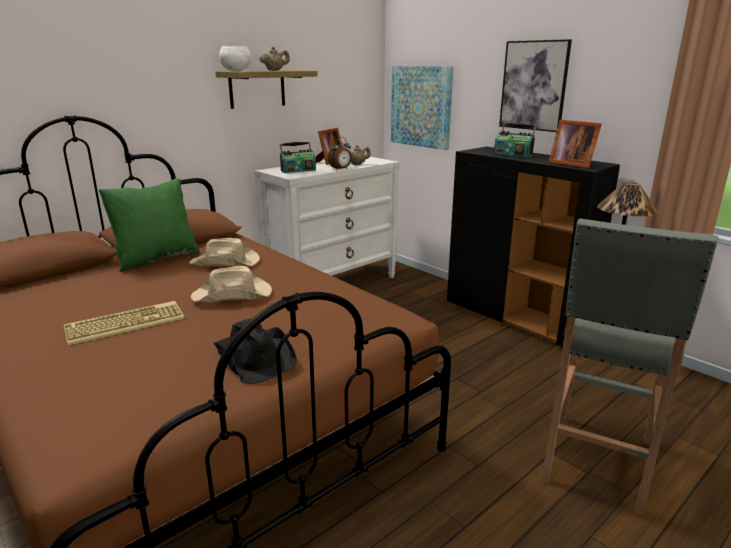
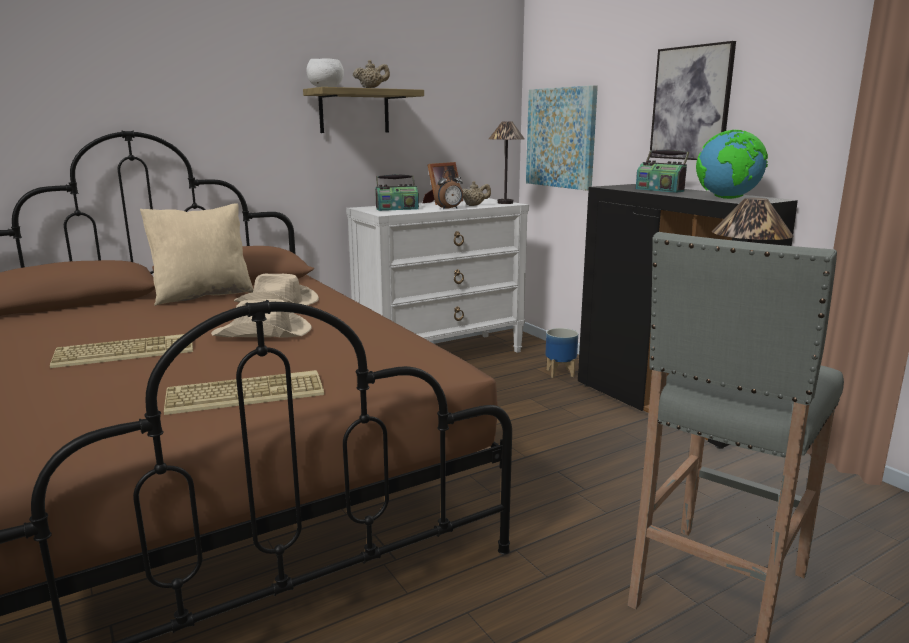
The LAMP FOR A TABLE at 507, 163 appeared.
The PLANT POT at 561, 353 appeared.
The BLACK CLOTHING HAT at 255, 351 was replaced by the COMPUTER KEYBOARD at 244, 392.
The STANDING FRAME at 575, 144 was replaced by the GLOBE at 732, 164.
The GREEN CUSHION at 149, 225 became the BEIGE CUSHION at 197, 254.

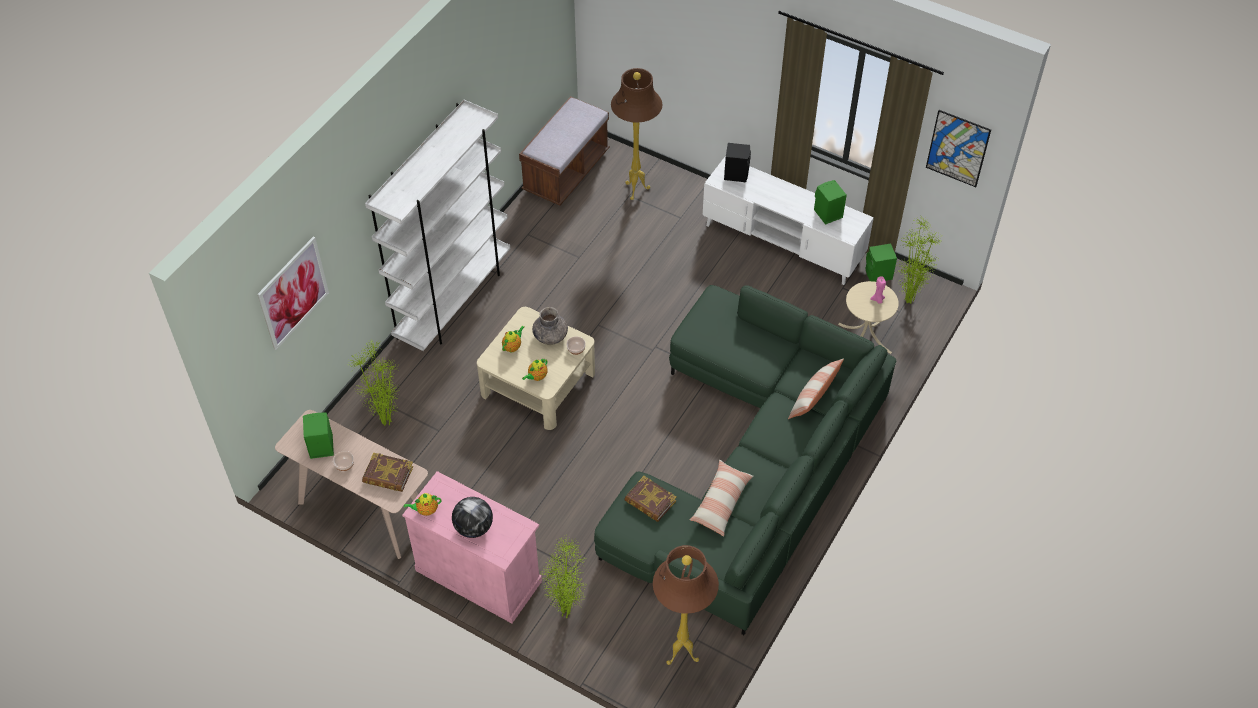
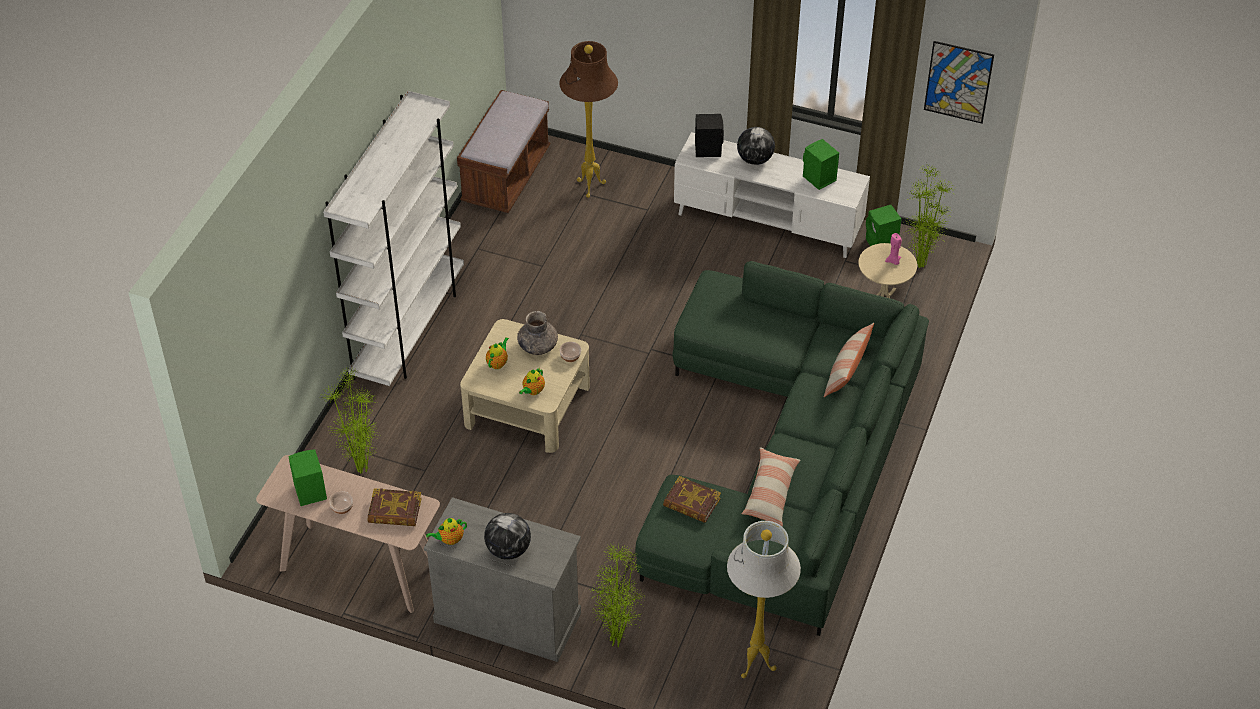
The WALL PICTURE at 293, 293 disappeared.
The GLOBE at 756, 146 appeared.
The PINKISH STORAGE CABINET at 472, 547 became the GREYISH STORAGE CABINET at 502, 579.
The BROWNISH STANDARD LAMP at 686, 605 became the WHITE-COLOURED STANDARD LAMP at 764, 599.

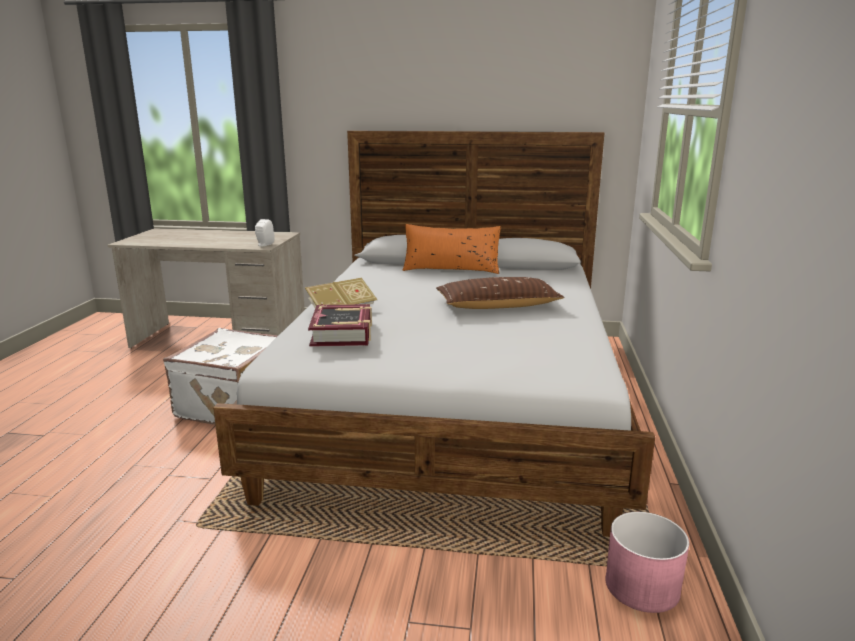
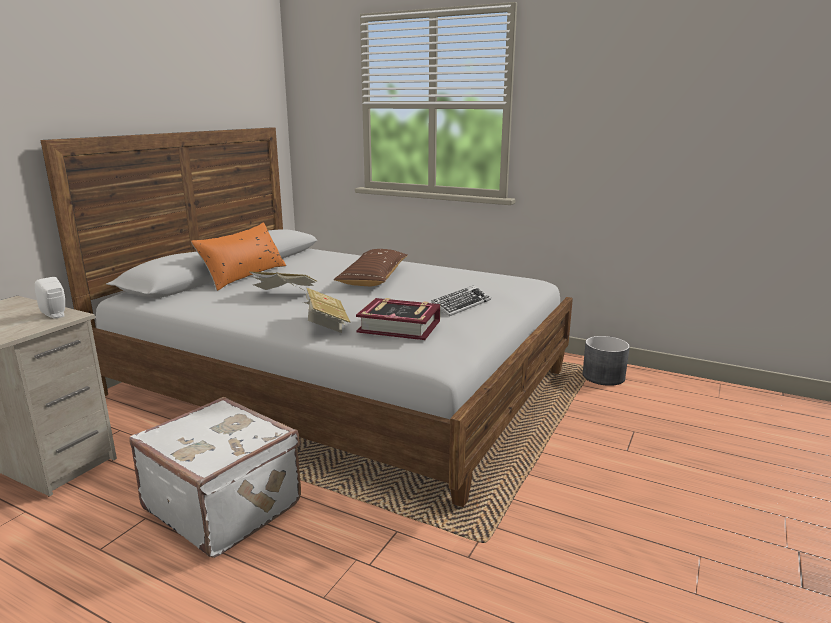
The VOLUME at 283, 281 appeared.
The COMPUTER KEYBOARD at 461, 300 appeared.
The PINKISH PLANT POT at 647, 562 became the GREYISH PLANT POT at 606, 361.

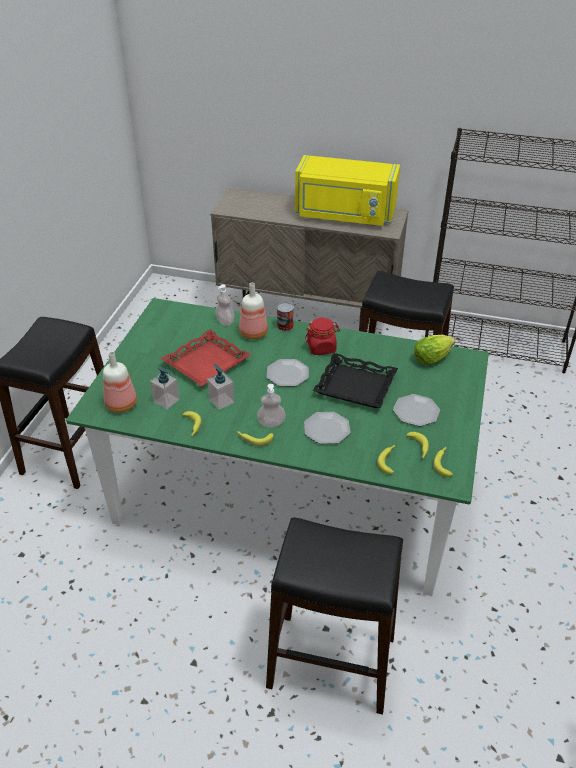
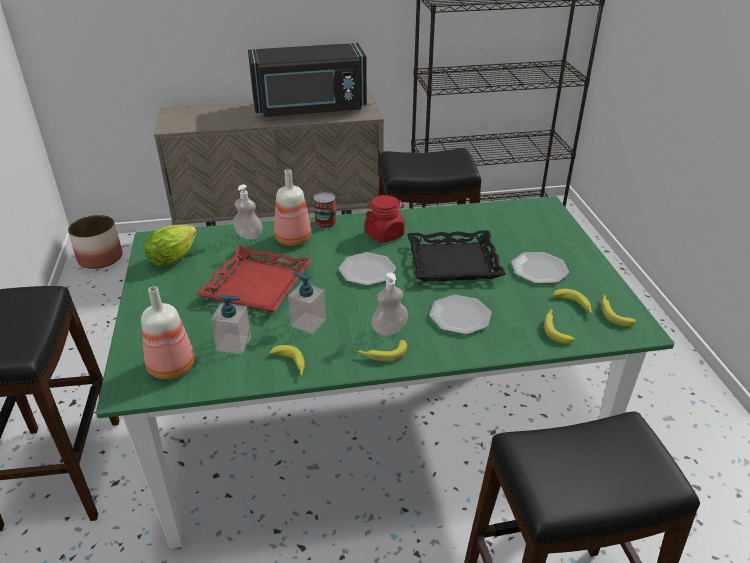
The PLANT POT at 95, 242 appeared.
The HEAD OF LETTUCE moved from 434, 350 to 170, 245.
The YELLOW MICROWAVE OVEN at 347, 190 became the BLACK MICROWAVE OVEN at 307, 80.

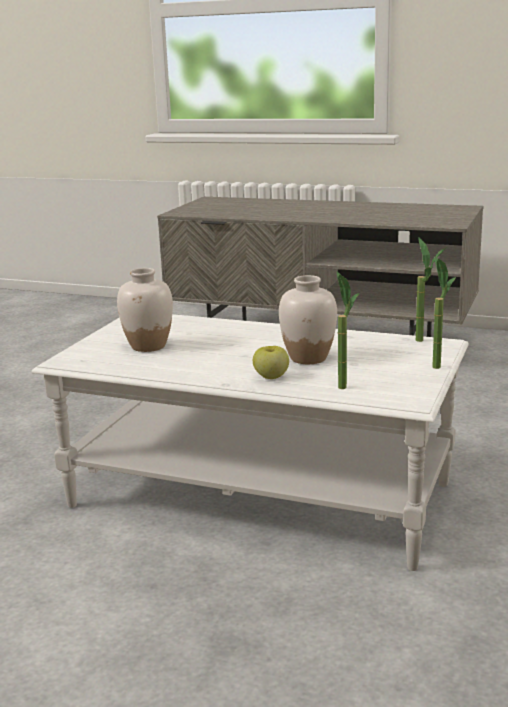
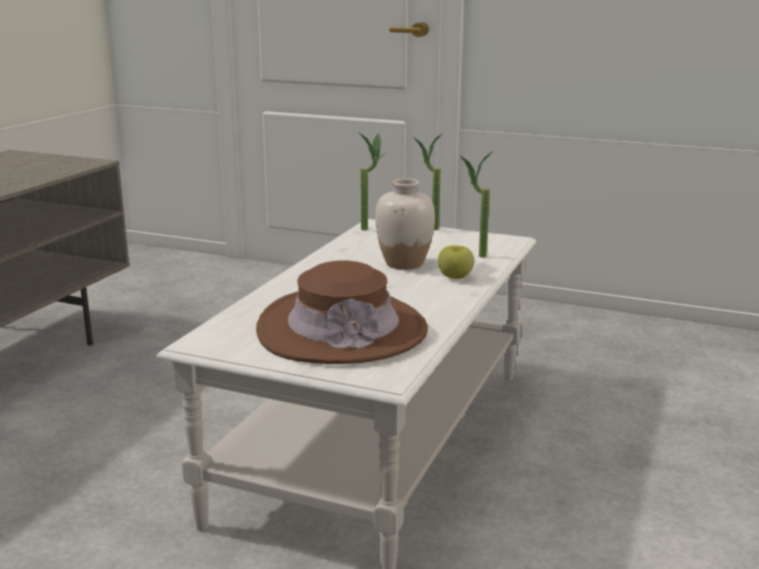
The WHITE-COLOURED FLOWER VASE at 145, 310 was replaced by the BROWNISH CLOTHING HAT at 342, 312.

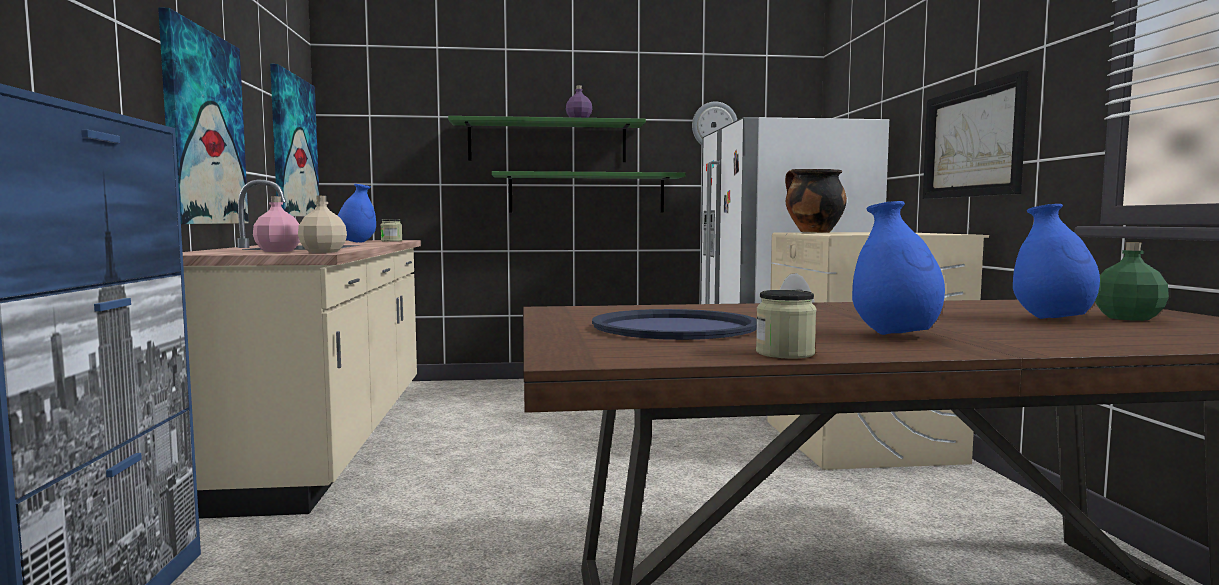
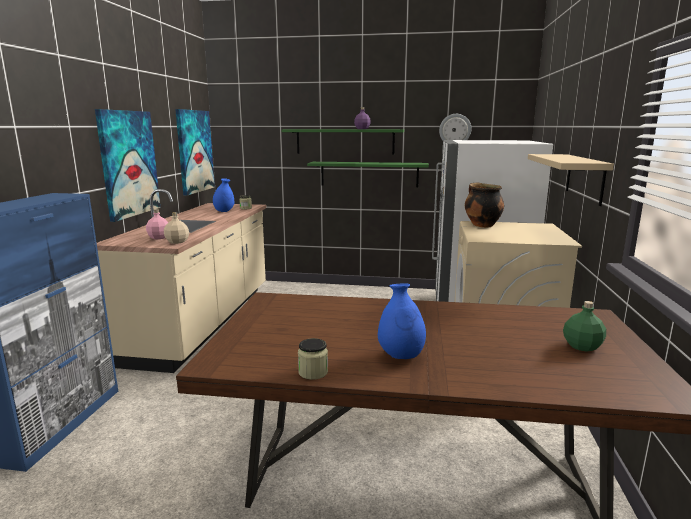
The BLUISH CARRYING TRAY at 674, 324 disappeared.
The BLUISH FLOWER VASE at 1056, 261 disappeared.
The WALL PICTURE at 975, 135 was replaced by the BEIGE BRACKET SHELF at 571, 180.

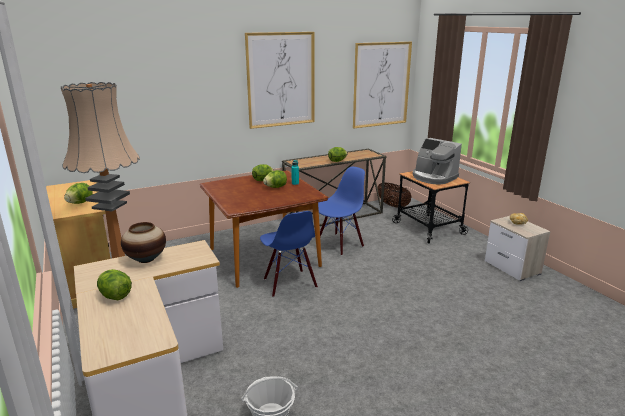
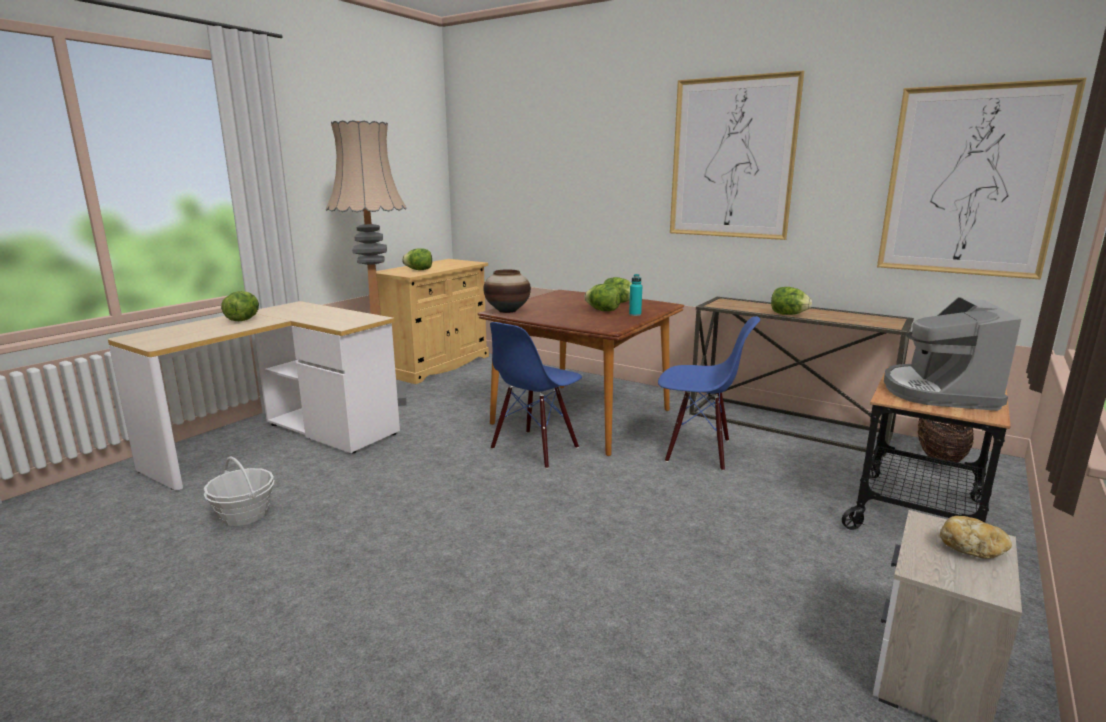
The FLOWER VASE moved from 143, 242 to 507, 291.

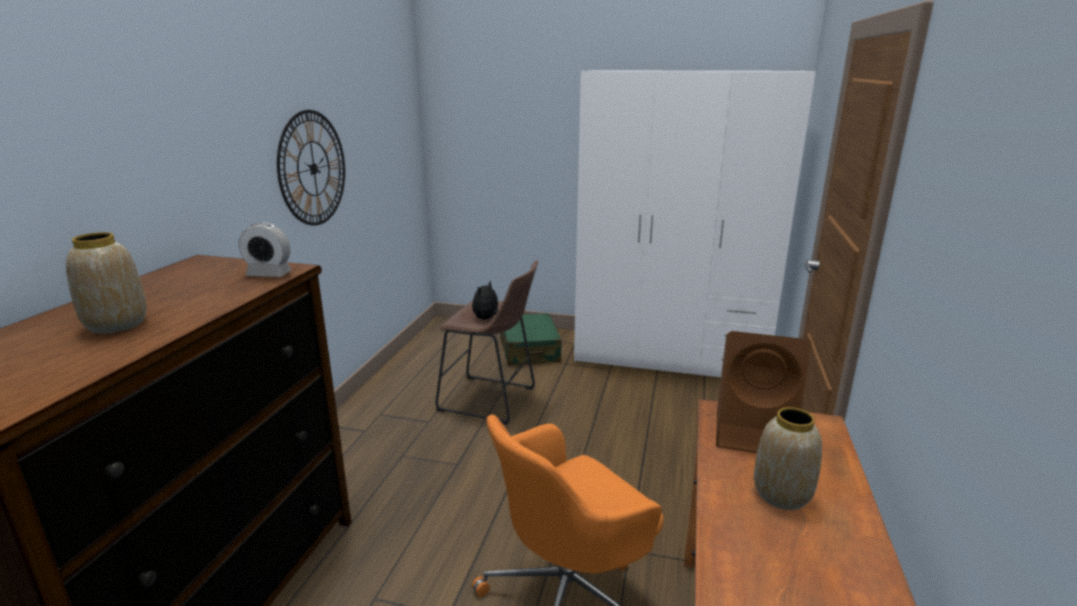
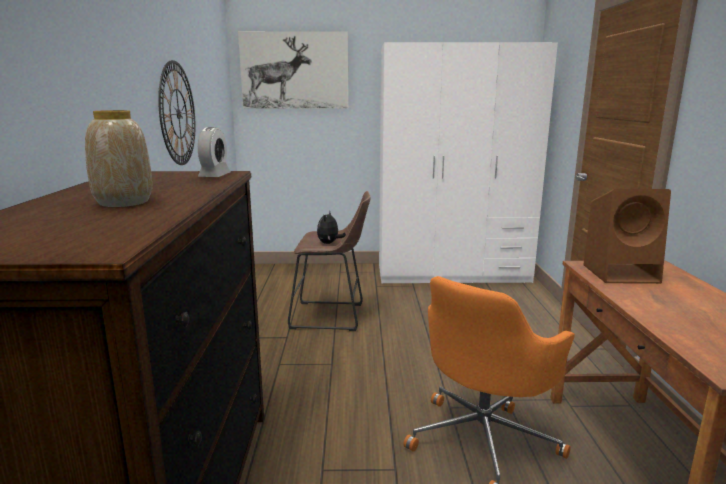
The GREEN PIECE OF LUGGAGE at 531, 339 disappeared.
The FLOWER VASE at 788, 458 disappeared.
The WALL PICTURE at 293, 70 appeared.
The ALARM CLOCK at 265, 250 turned 75 degrees counterclockwise.

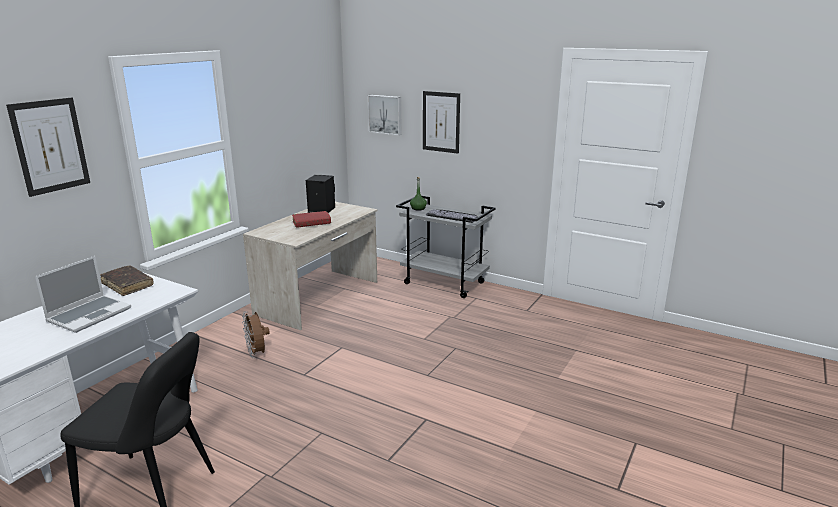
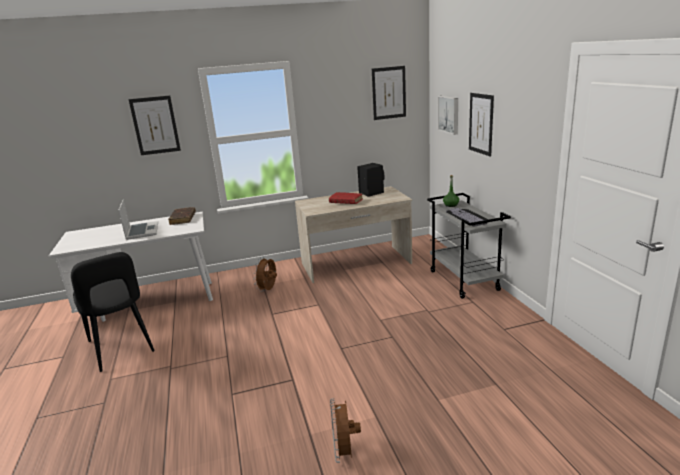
The BROWNISH ELECTRIC FAN at 345, 430 appeared.
The WALL PICTURE at 389, 93 appeared.
The PORTABLE COMPUTER at 83, 294 turned 90 degrees counterclockwise.

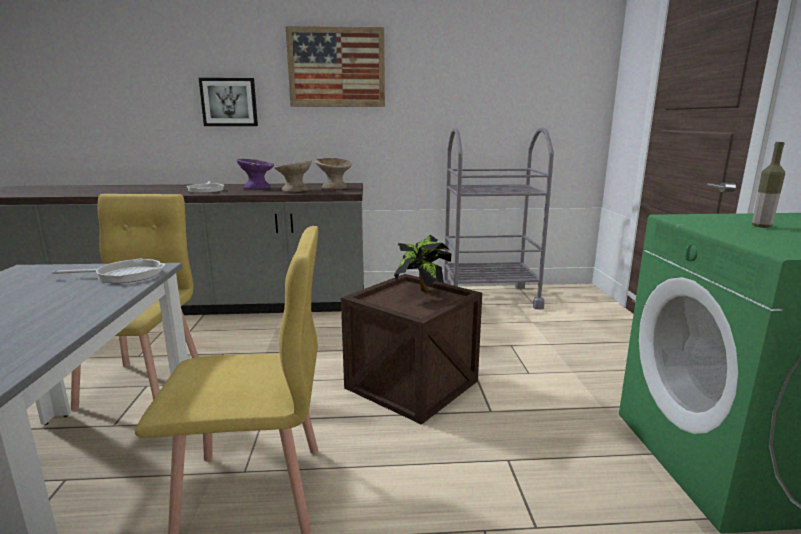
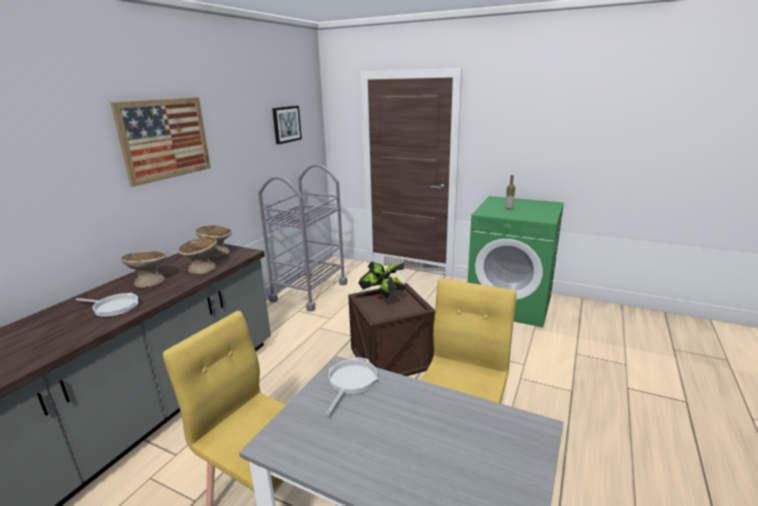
The WALL PICTURE moved from 228, 102 to 287, 125.
The PURPLE DEEP DISH at 255, 174 became the BEIGE DEEP DISH at 143, 269.

